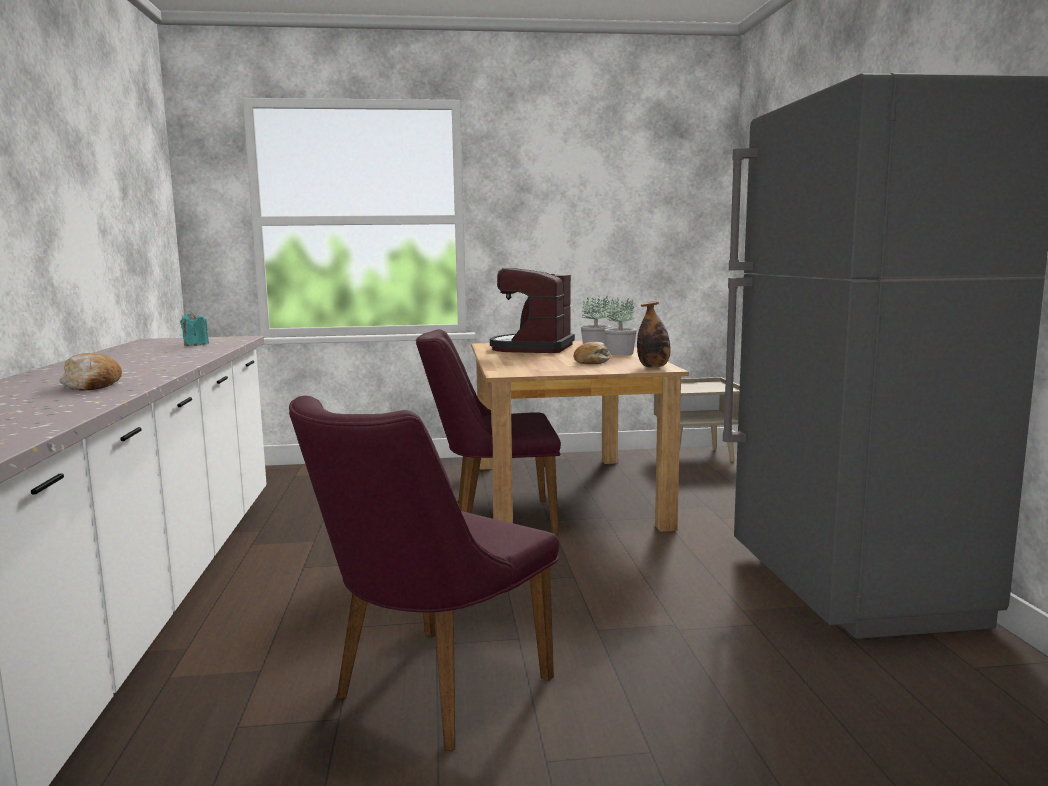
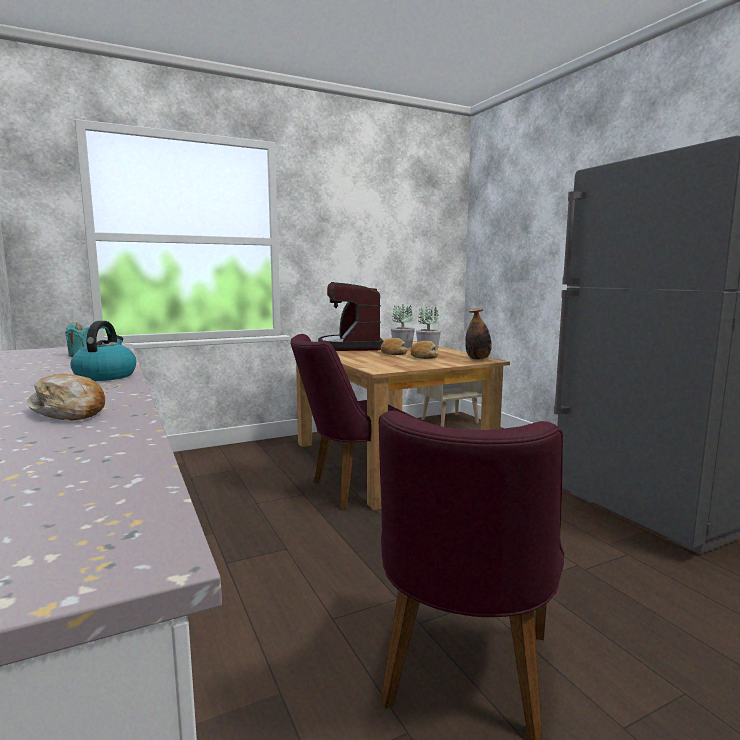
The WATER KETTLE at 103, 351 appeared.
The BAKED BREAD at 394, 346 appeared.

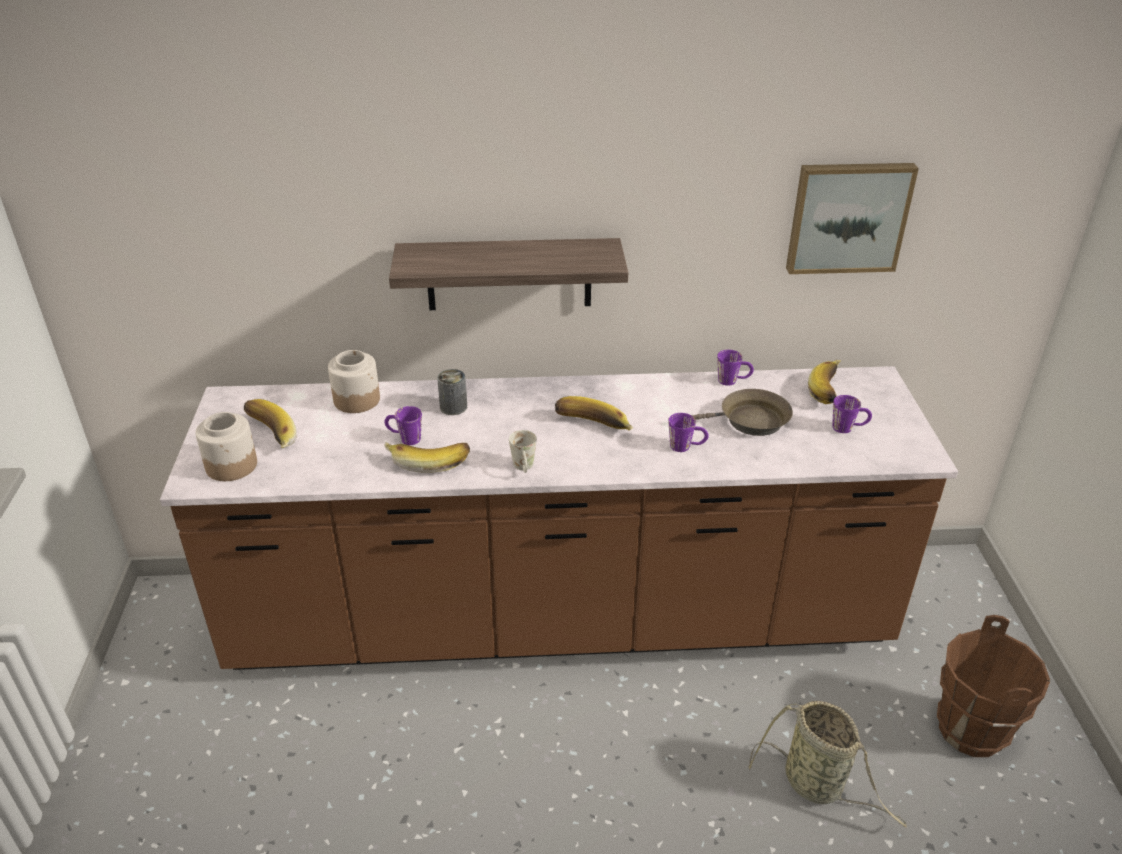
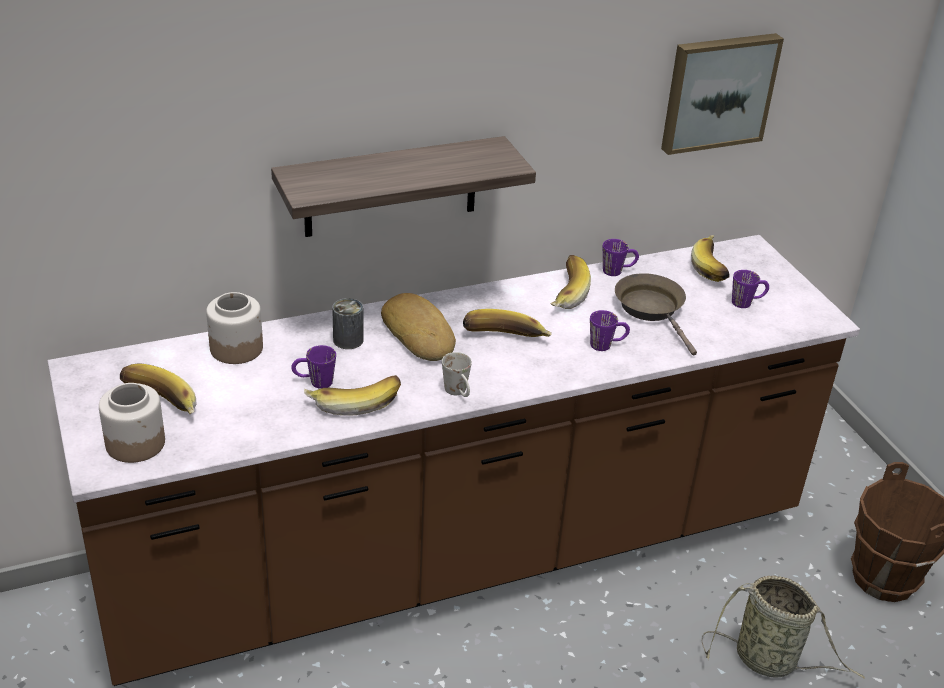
The BAKED BREAD at 418, 327 appeared.
The BANANA at 570, 282 appeared.
The BROWNISH SKILLET at 730, 412 turned 90 degrees counterclockwise.

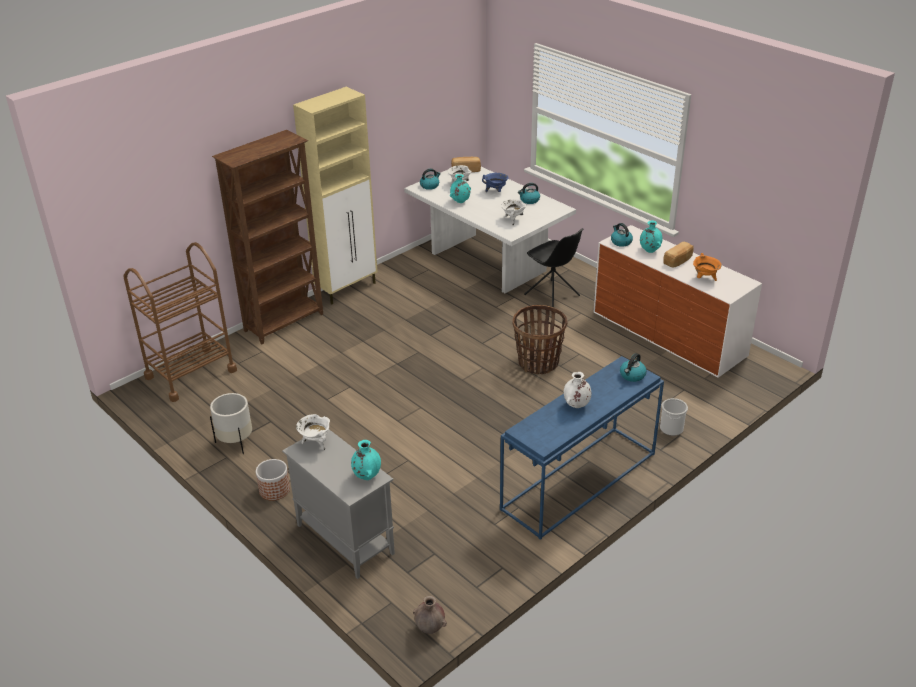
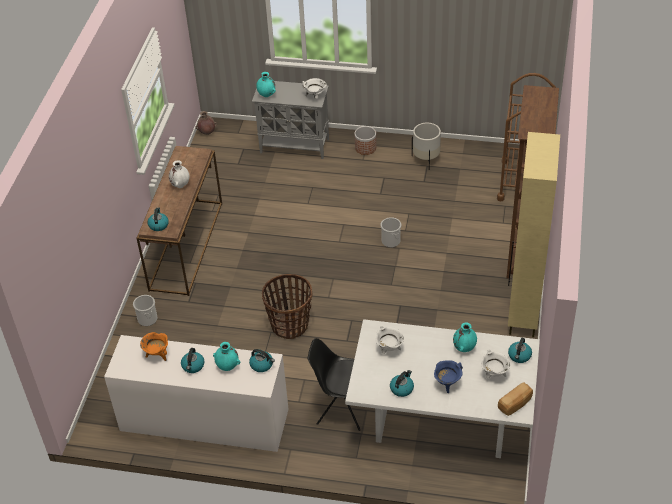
The WATER BUCKET at 391, 232 appeared.
The BAKED BREAD at 678, 255 was replaced by the WATER KETTLE at 193, 360.
The BLUISH NARROW TABLE at 582, 448 became the BROWNISH NARROW TABLE at 179, 221.

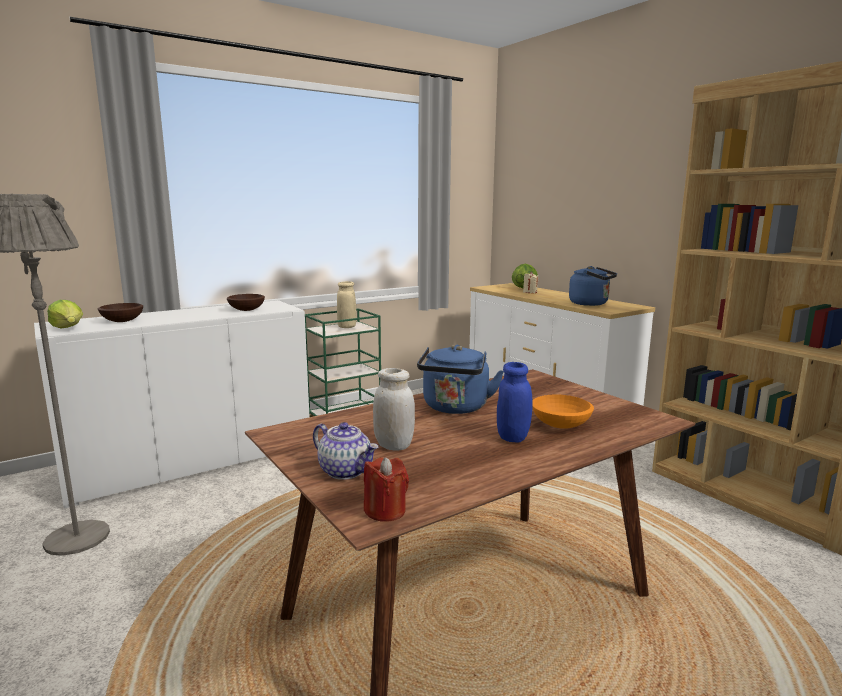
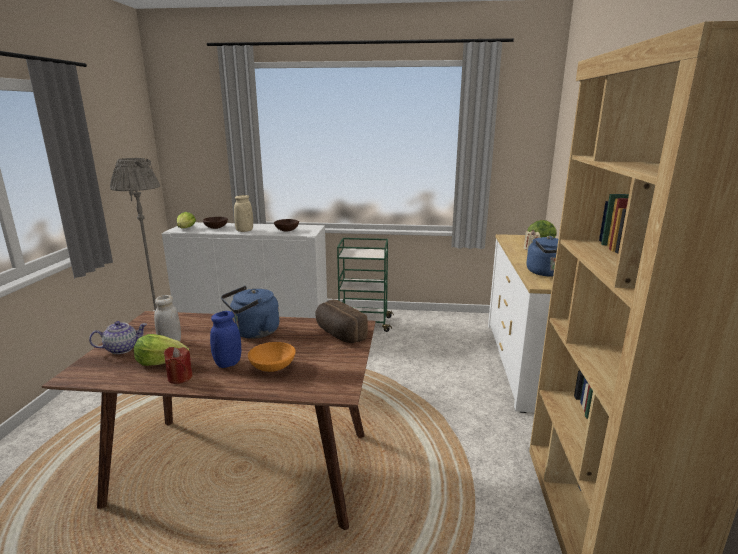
The HEAD OF LETTUCE at 161, 350 appeared.
The BAKED BREAD at 341, 321 appeared.
The BEIGE FLOWER VASE moved from 346, 304 to 243, 213.
The RED-COLOURED CANDLE moved from 386, 489 to 178, 365.
The POT FOR TEA at 345, 451 turned 105 degrees counterclockwise.

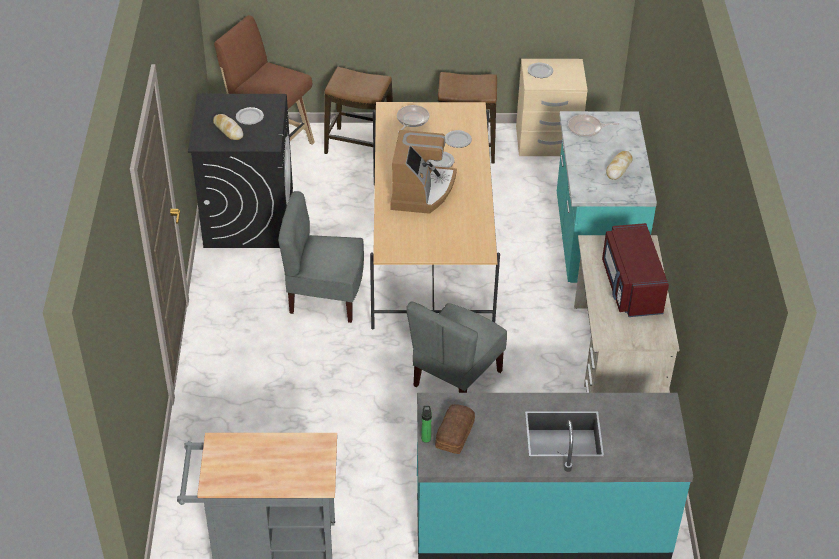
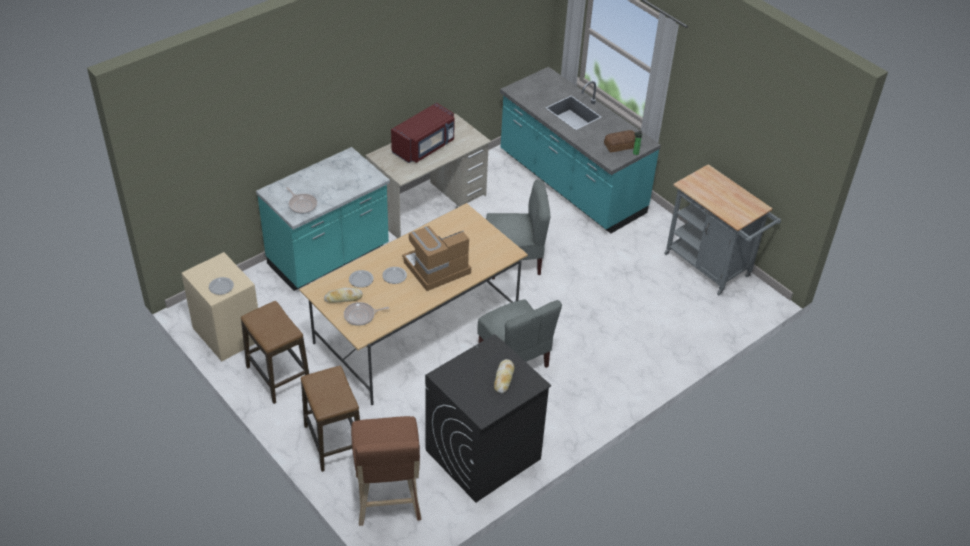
The FLAT DISH at 250, 116 disappeared.
The BAKED BREAD moved from 619, 165 to 343, 295.

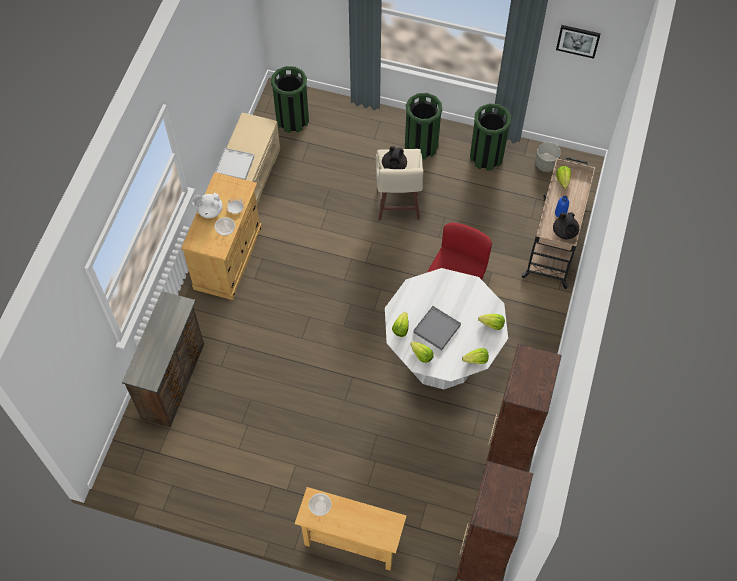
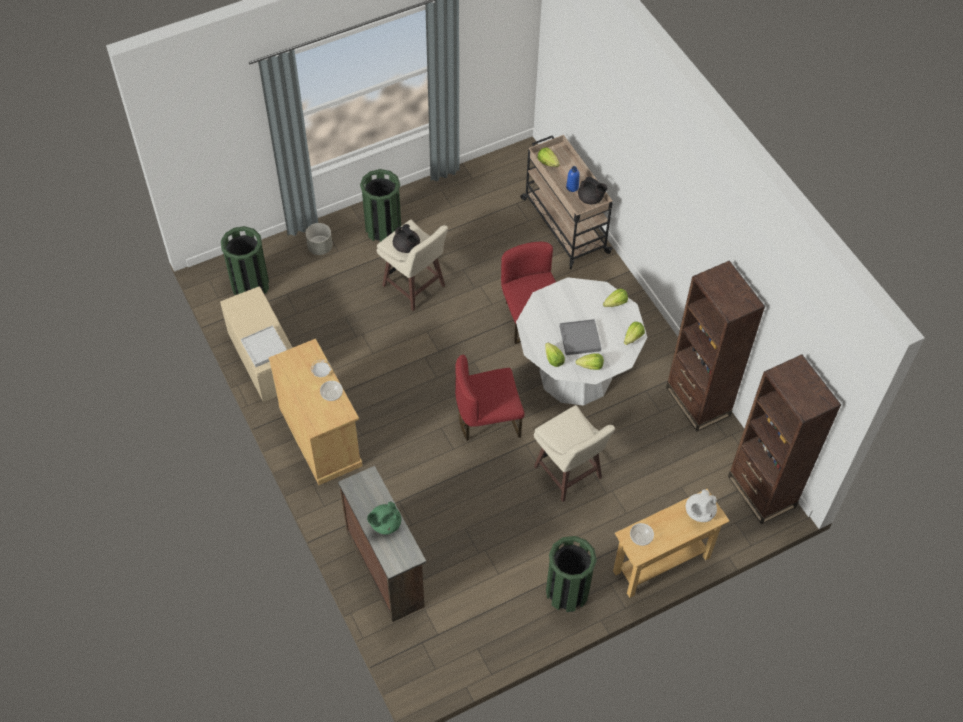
The WALL PICTURE at 578, 42 disappeared.
The GREEN POT FOR TEA at 384, 518 appeared.
The RED-COLOURED PLAIN CHAIR at 490, 398 appeared.
The BEIGE SITTING STOOL at 574, 453 appeared.
The WHITE-COLOURED POT FOR TEA moved from 207, 205 to 701, 505.
The GREEN TRASH CAN moved from 490, 137 to 571, 574.
The GREYISH PLANT POT moved from 548, 157 to 319, 239.

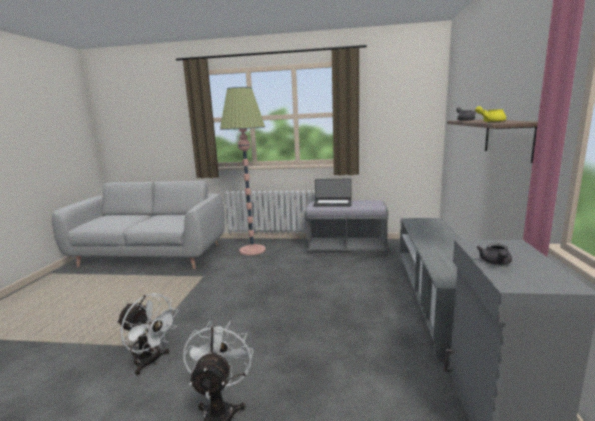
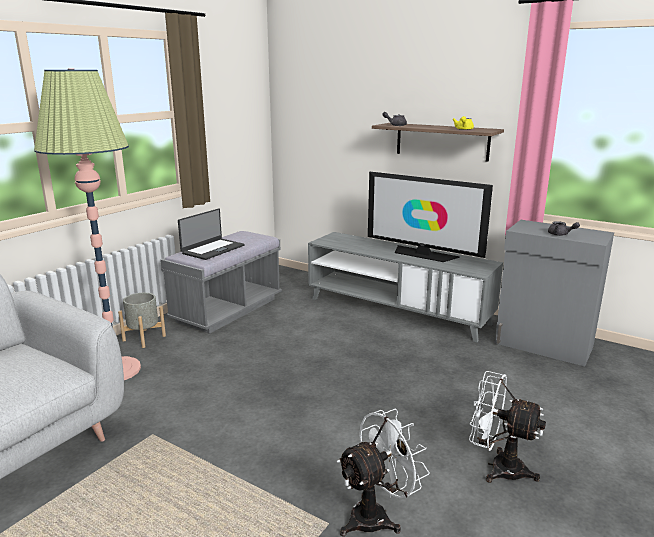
The GREYISH PLANT POT at 142, 320 appeared.
The TELEVISION at 430, 217 appeared.

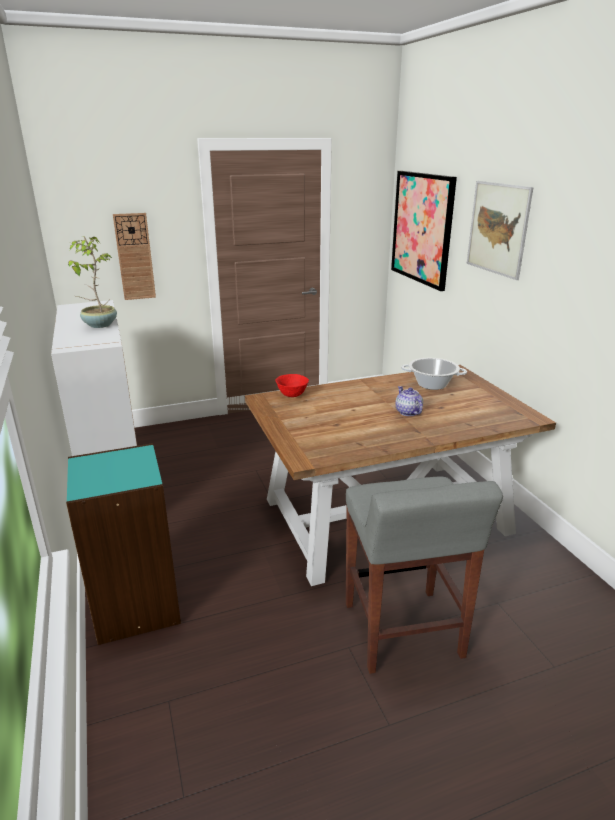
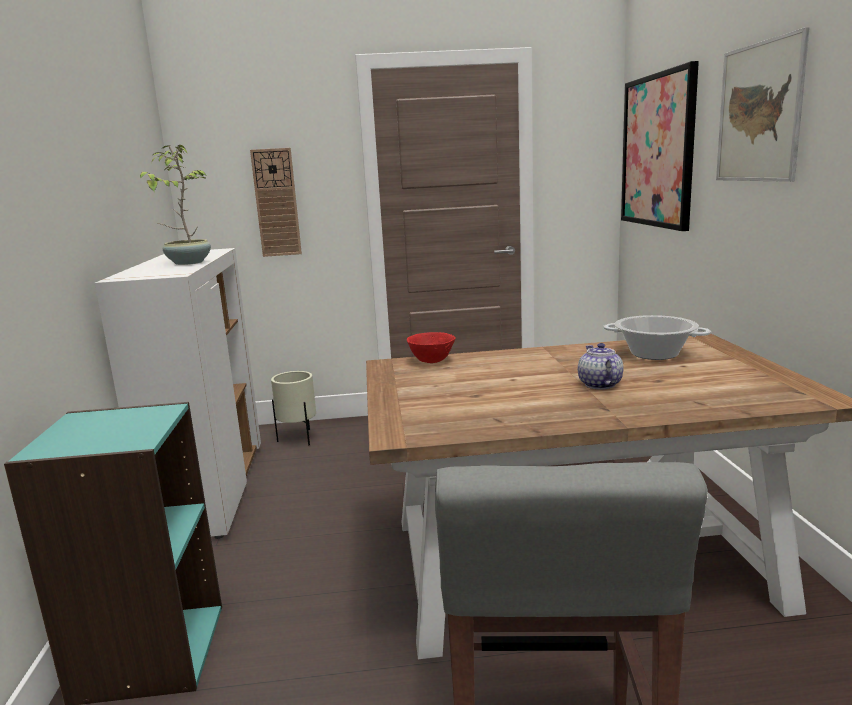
The BEIGE PLANT POT at 293, 408 appeared.

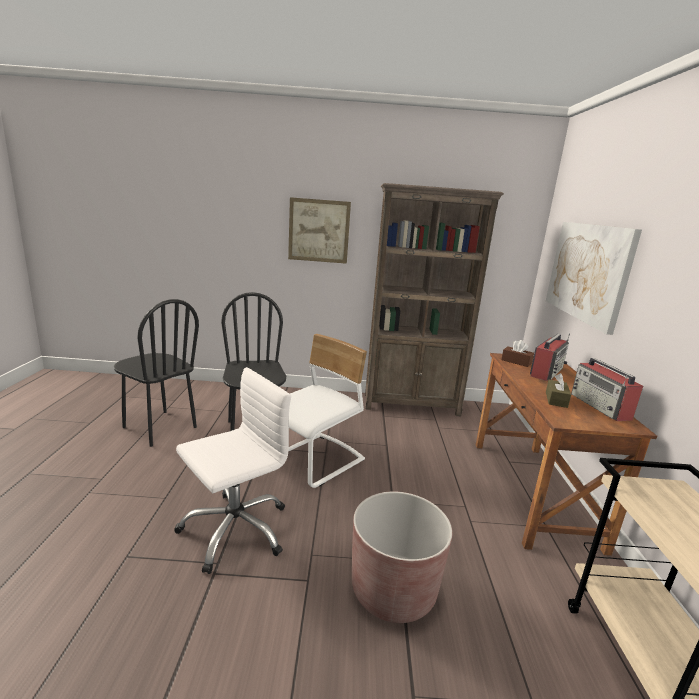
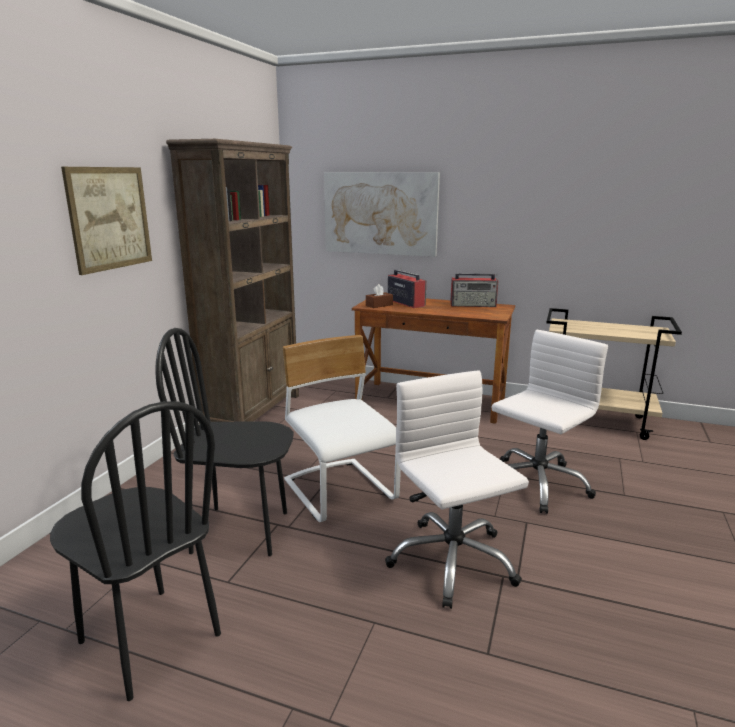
The BROWNISH TISSUE HOLDER at 558, 390 disappeared.
The BROWNISH PLANT POT at 402, 557 was replaced by the WHITE-COLOURED DESK CHAIR at 550, 422.
The BLACK PLAIN CHAIR at 156, 373 turned 75 degrees clockwise.

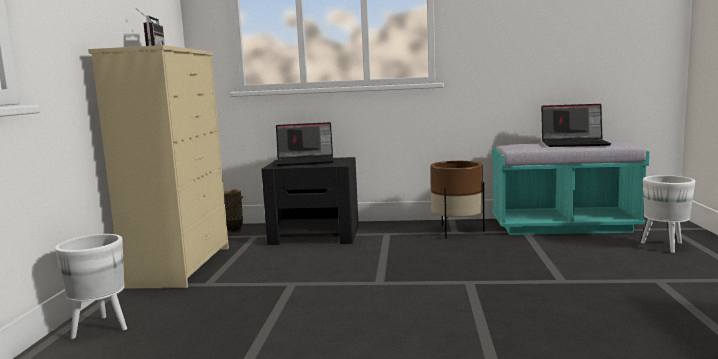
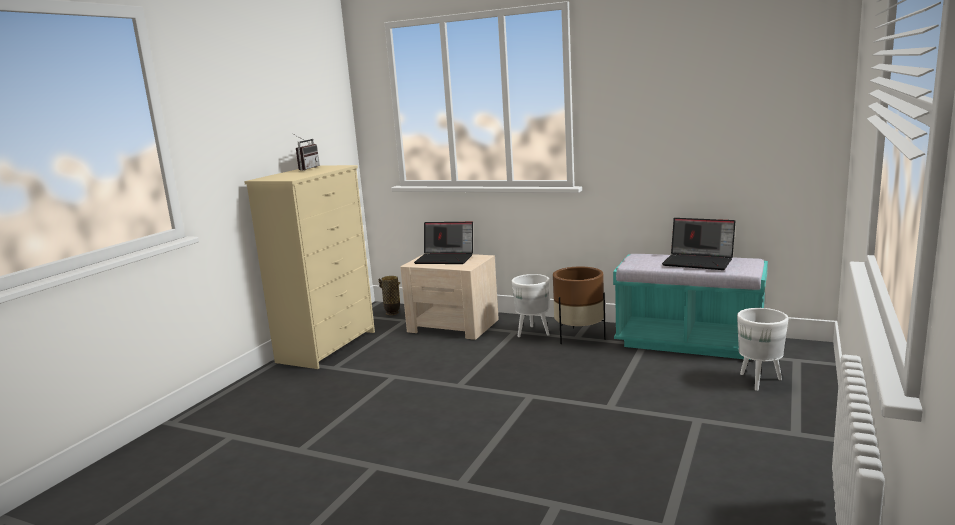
The WHITE-COLOURED PLANT POT moved from 91, 286 to 531, 305.
The BLACK NIGHTSTAND at 310, 201 became the BEIGE NIGHTSTAND at 449, 297.

